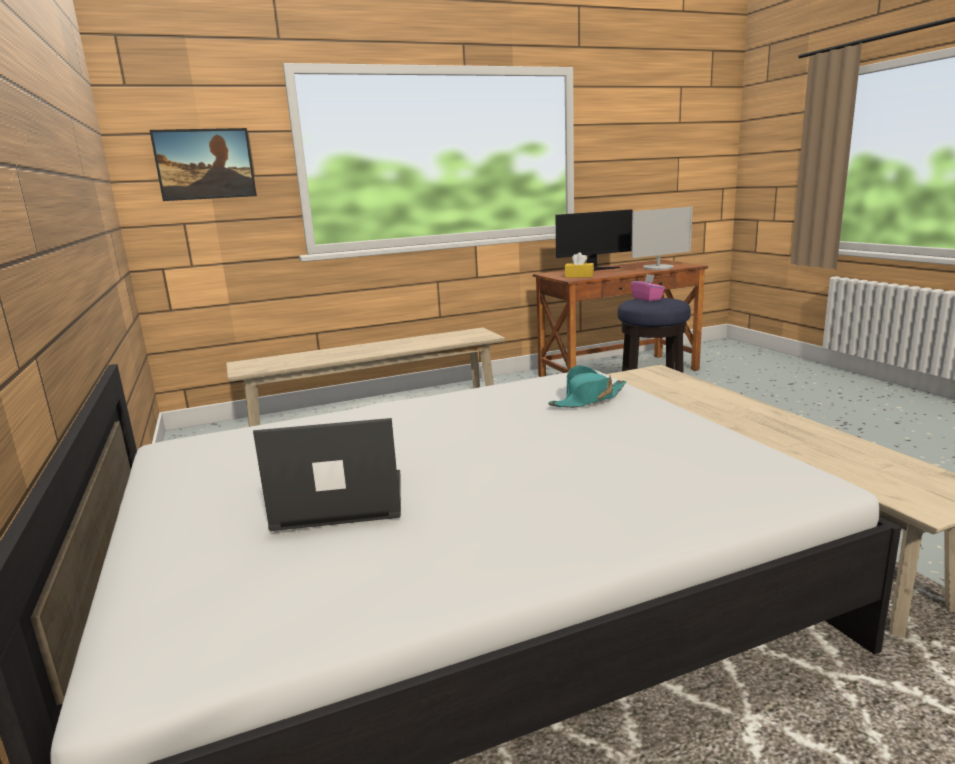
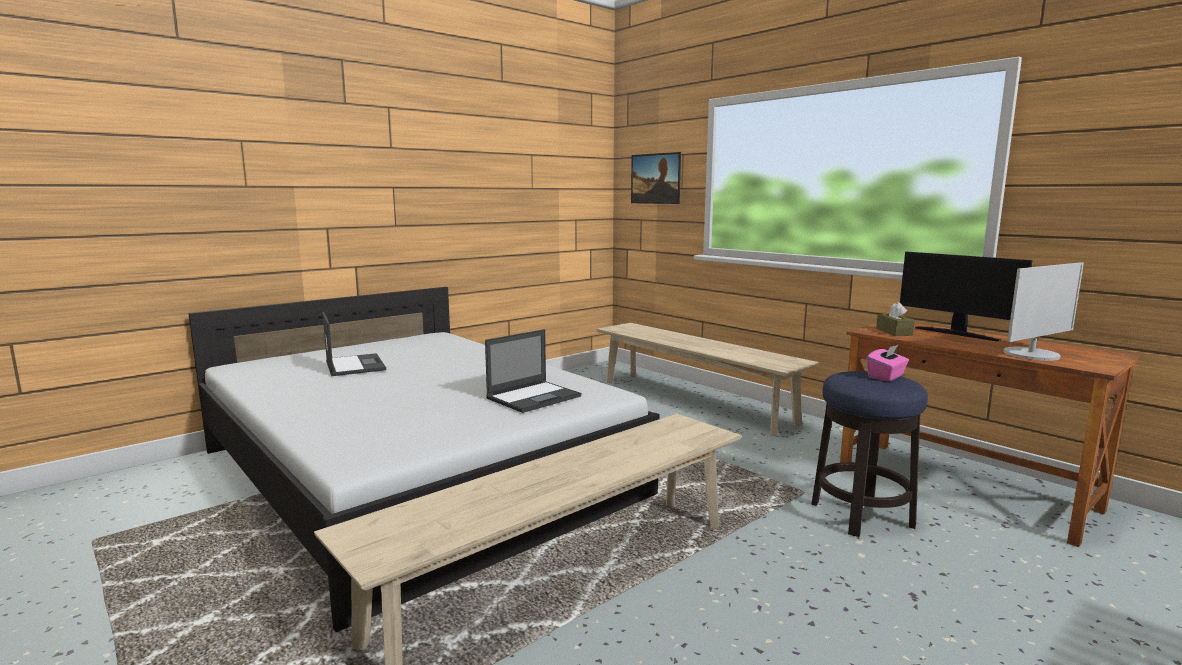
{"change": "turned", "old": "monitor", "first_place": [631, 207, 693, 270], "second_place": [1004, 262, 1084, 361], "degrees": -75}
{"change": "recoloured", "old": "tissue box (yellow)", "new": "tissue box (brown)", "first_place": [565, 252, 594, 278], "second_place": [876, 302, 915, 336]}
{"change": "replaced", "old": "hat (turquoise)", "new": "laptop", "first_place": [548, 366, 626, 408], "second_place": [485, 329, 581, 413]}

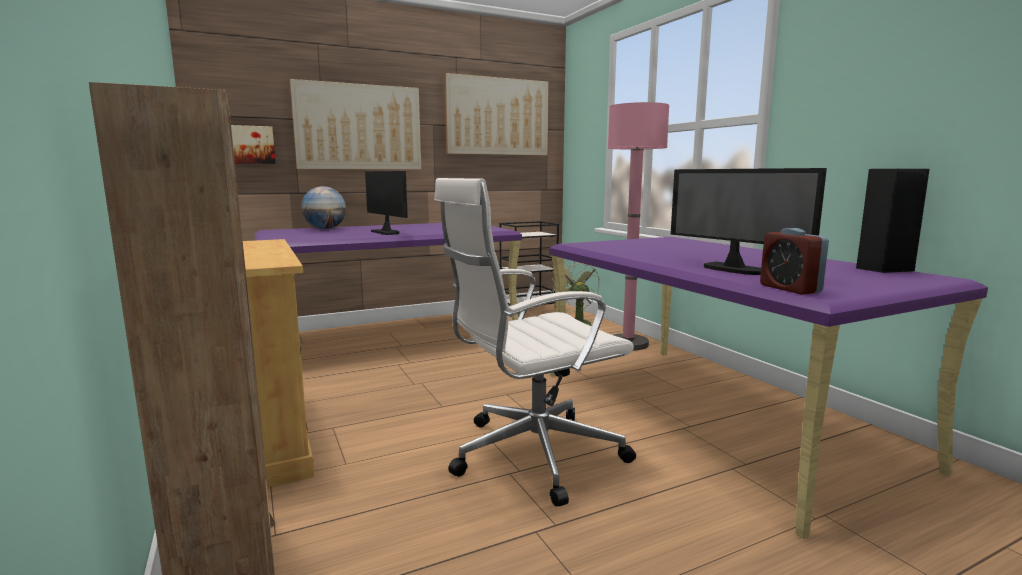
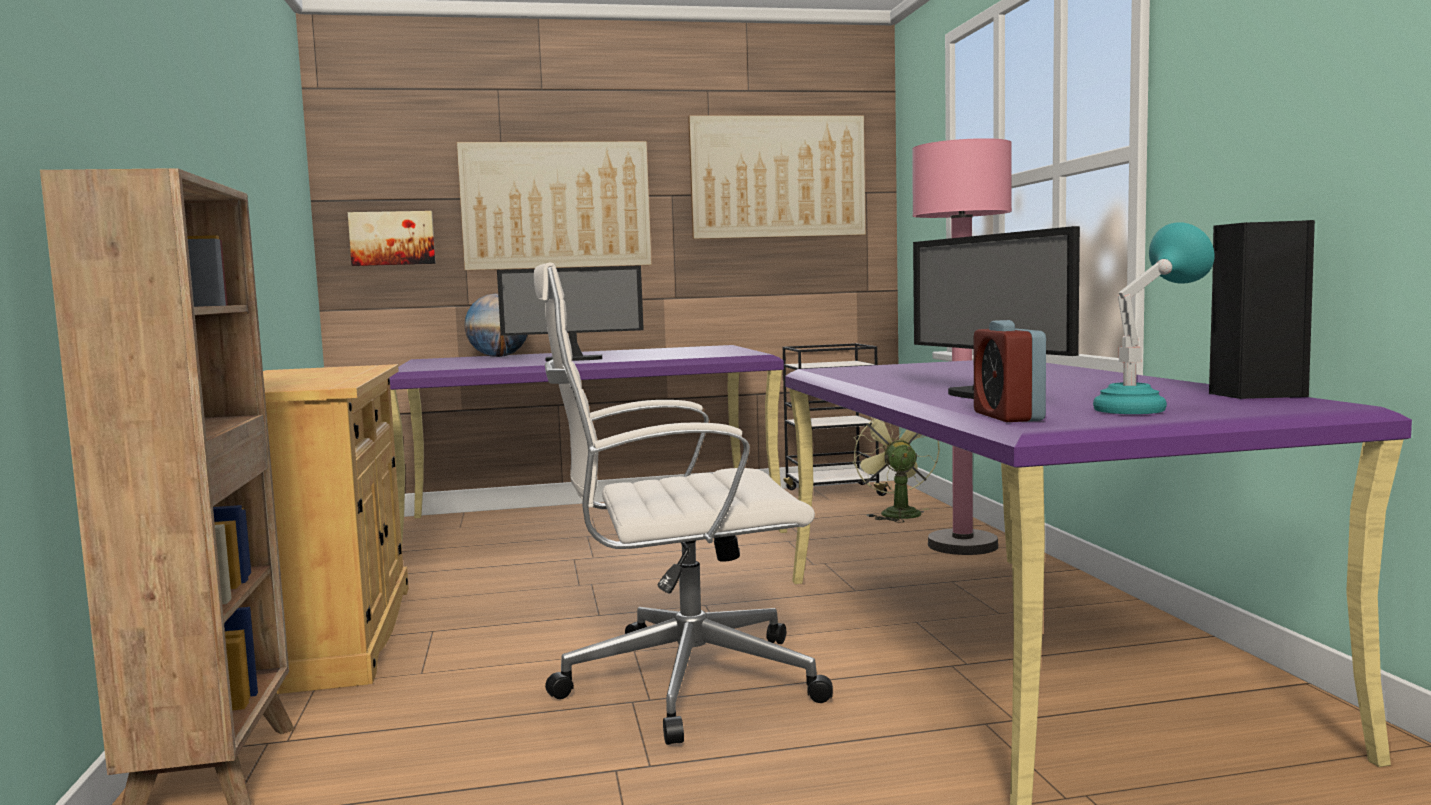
{"change": "turned", "old": "monitor", "first_place": [365, 171, 408, 235], "second_place": [497, 265, 644, 361], "degrees": 105}
{"change": "added", "new": "table lamp (turquoise)", "second_place": [1093, 222, 1215, 414]}

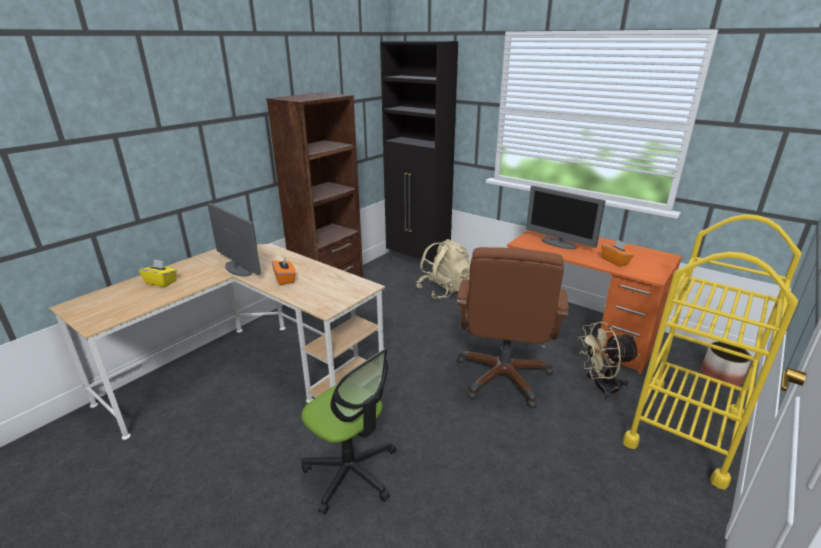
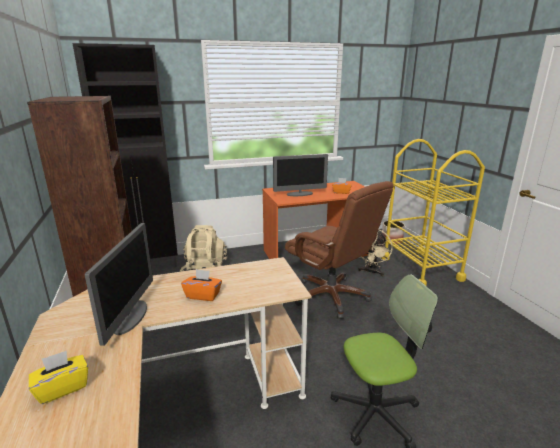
{"change": "turned", "old": "monitor", "first_place": [207, 203, 261, 276], "second_place": [85, 223, 153, 346], "degrees": 105}

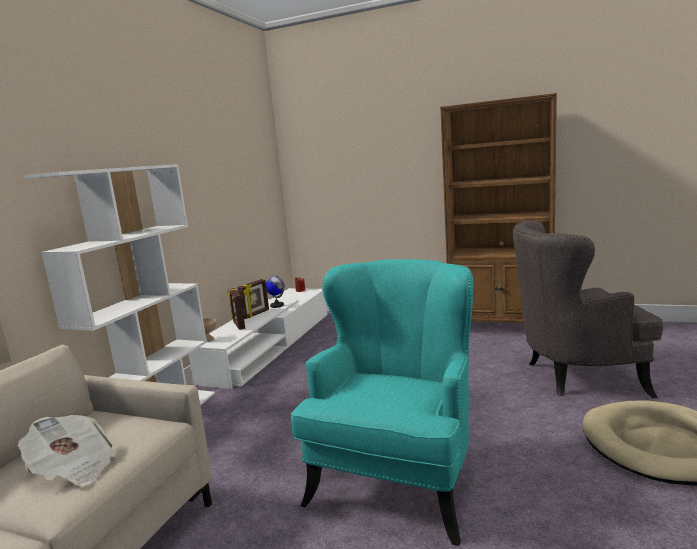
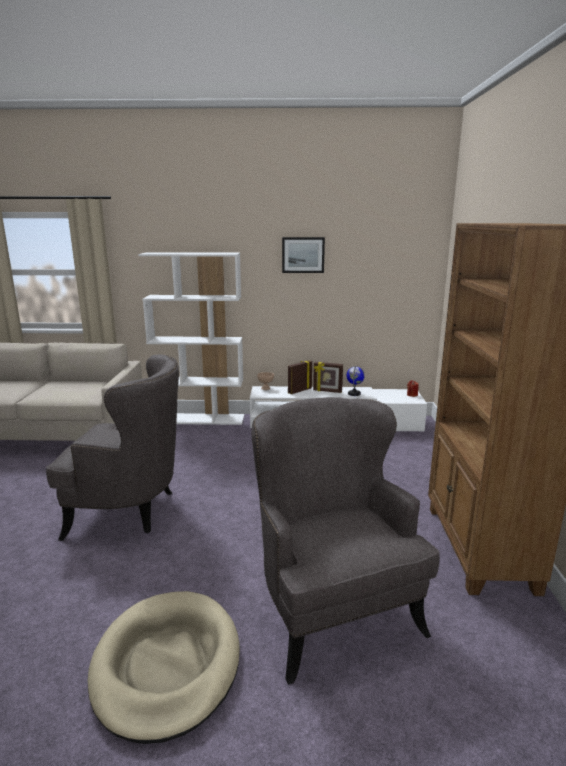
{"change": "recoloured", "old": "armchair (turquoise)", "new": "armchair (grey)", "first_place": [291, 259, 474, 546], "second_place": [46, 354, 179, 541]}
{"change": "removed", "old": "newspaper", "first_place": [18, 415, 117, 486]}
{"change": "added", "new": "picture", "second_place": [282, 237, 325, 273]}

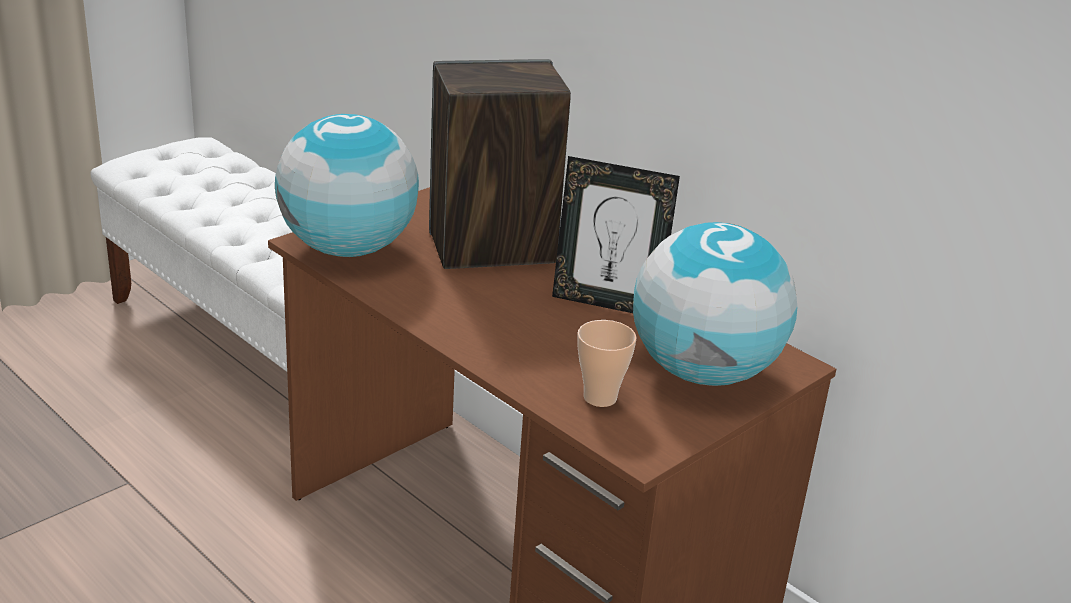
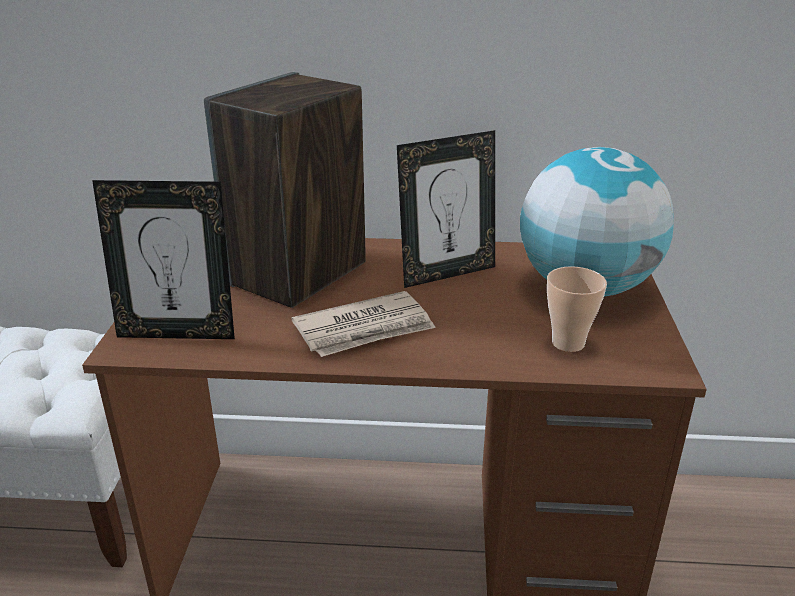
{"change": "replaced", "old": "globe", "new": "picture frame", "first_place": [275, 114, 419, 257], "second_place": [92, 180, 235, 339]}
{"change": "added", "new": "newspaper", "second_place": [292, 291, 436, 357]}

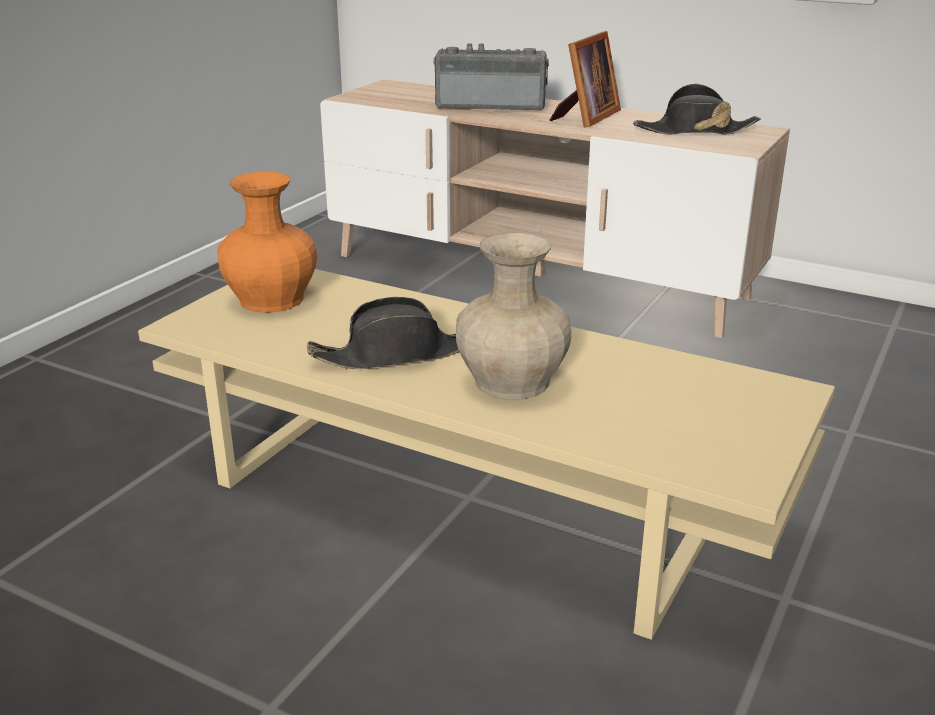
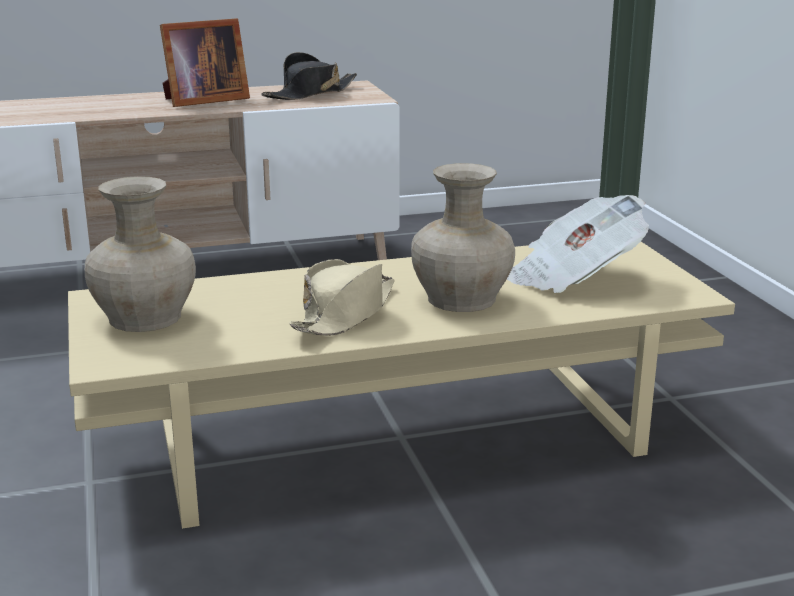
{"change": "turned", "old": "picture frame", "first_place": [549, 31, 621, 128], "second_place": [160, 18, 250, 107], "degrees": 75}
{"change": "removed", "old": "radio", "first_place": [433, 43, 549, 111]}
{"change": "recoloured", "old": "vase (orange)", "new": "vase (beige)", "first_place": [217, 171, 317, 313], "second_place": [85, 176, 196, 332]}
{"change": "recoloured", "old": "hat (black)", "new": "hat (beige)", "first_place": [307, 297, 459, 369], "second_place": [289, 259, 395, 336]}
{"change": "added", "new": "newspaper", "second_place": [507, 195, 649, 293]}

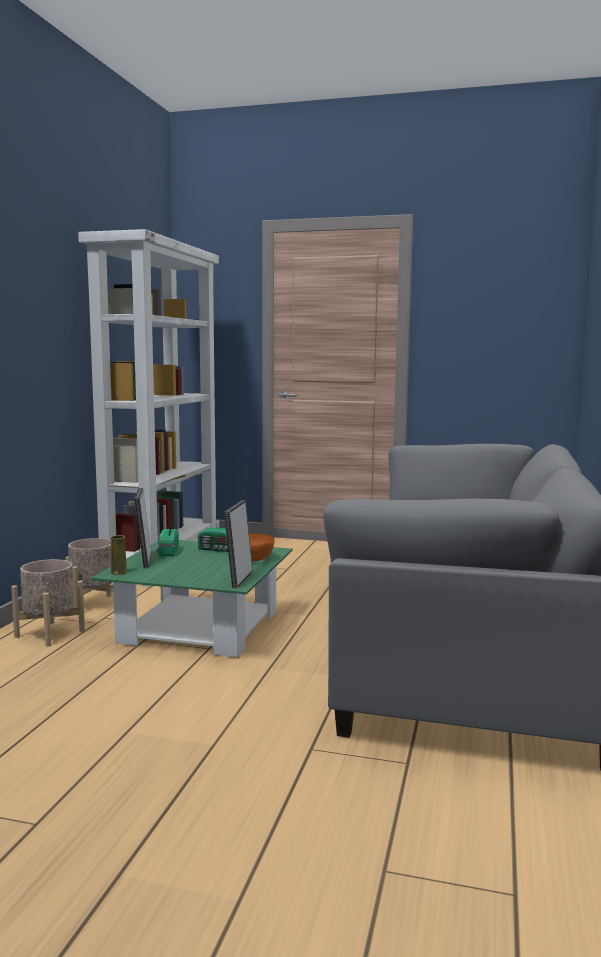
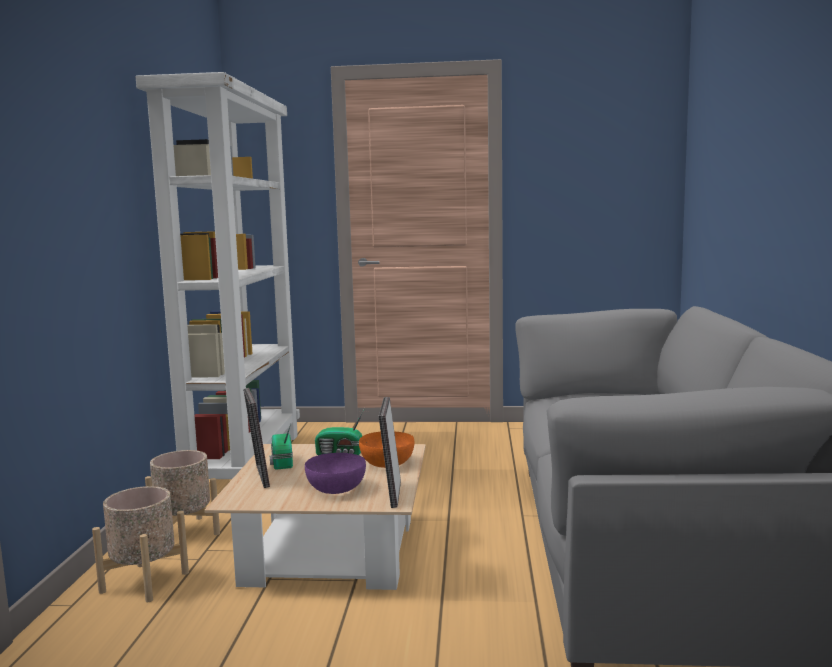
{"change": "removed", "old": "vase (yellow)", "first_place": [111, 535, 127, 575]}
{"change": "recoloured", "old": "coffee table (green)", "new": "coffee table (beige)", "first_place": [91, 540, 293, 658], "second_place": [204, 444, 426, 590]}
{"change": "added", "new": "bowl (purple)", "second_place": [305, 453, 366, 494]}

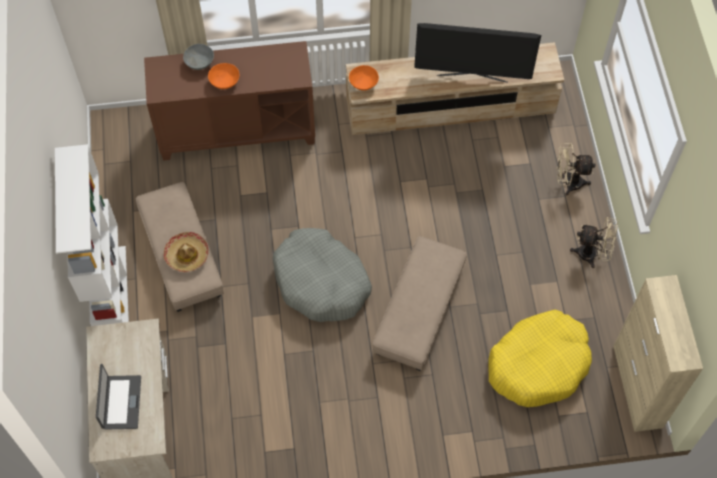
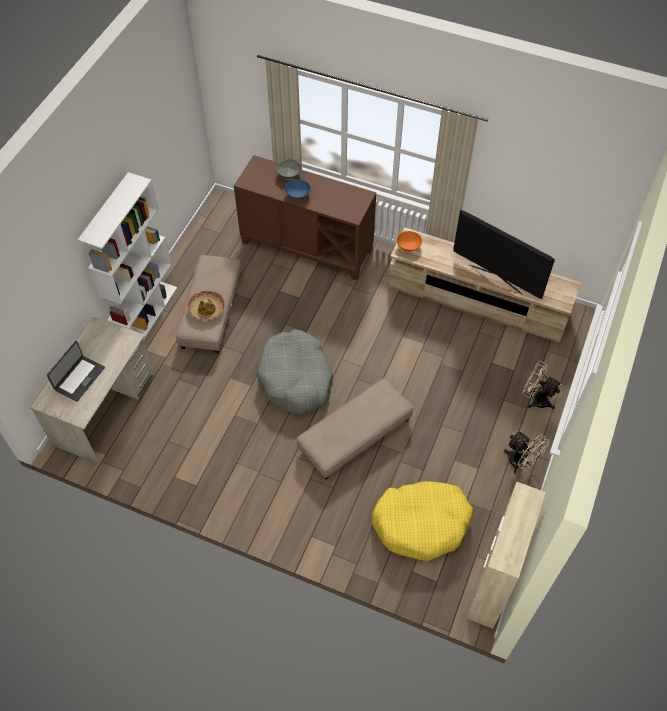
{"change": "recoloured", "old": "bowl (orange)", "new": "bowl (blue)", "first_place": [208, 63, 240, 89], "second_place": [285, 179, 311, 200]}

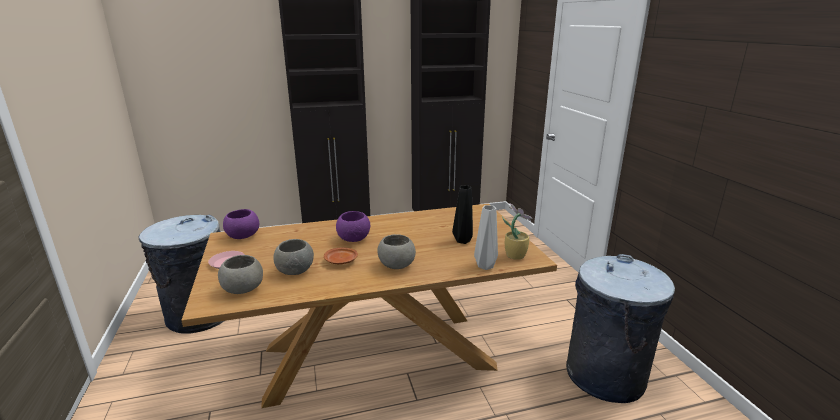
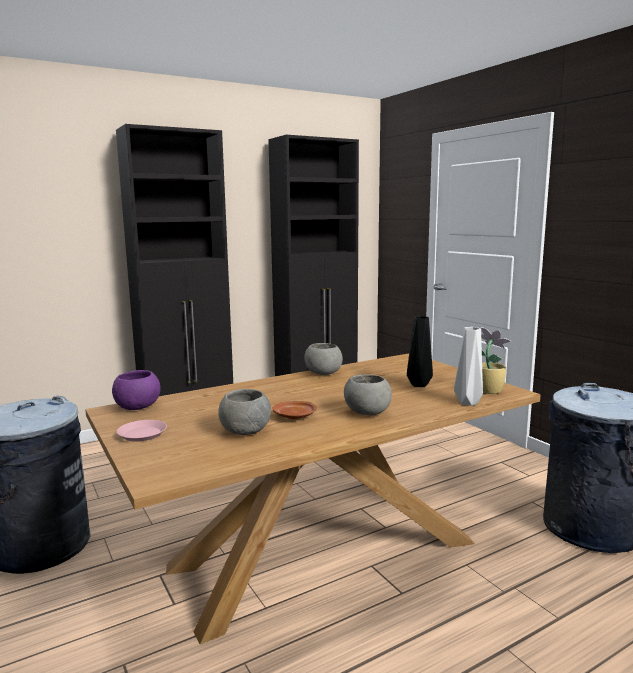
{"change": "removed", "old": "bowl (purple)", "first_place": [336, 211, 370, 242]}
{"change": "moved", "old": "bowl (grey)", "first_place": [218, 255, 263, 294], "second_place": [304, 343, 343, 375]}

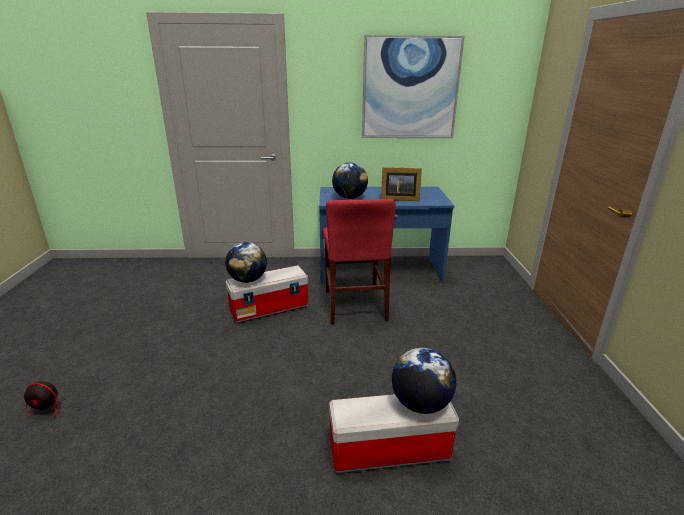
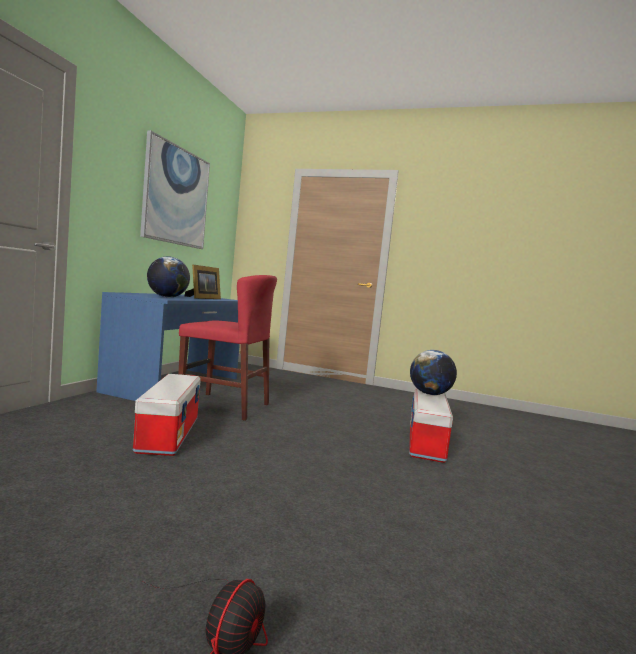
{"change": "removed", "old": "globe", "first_place": [225, 242, 267, 283]}

